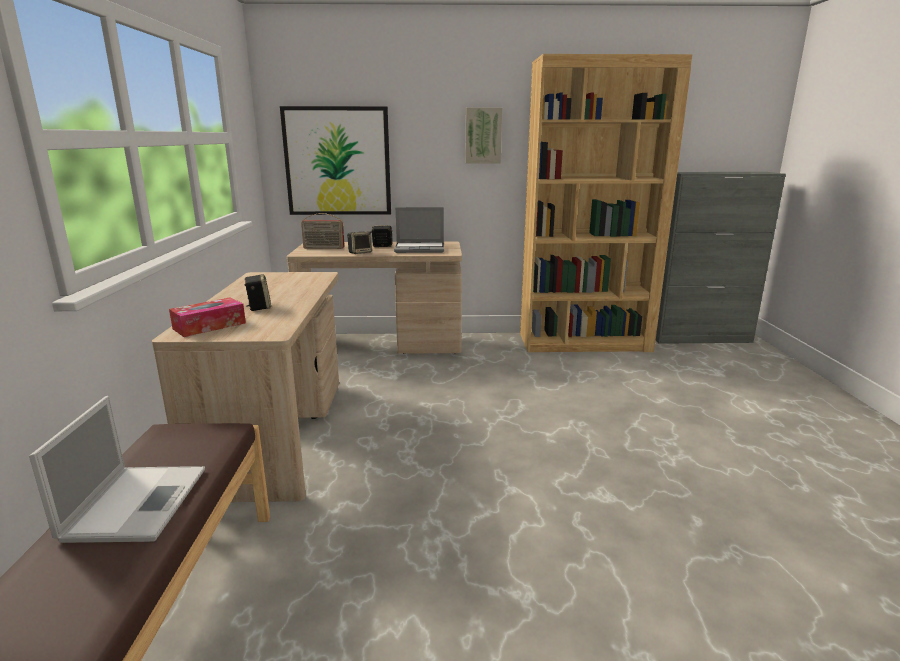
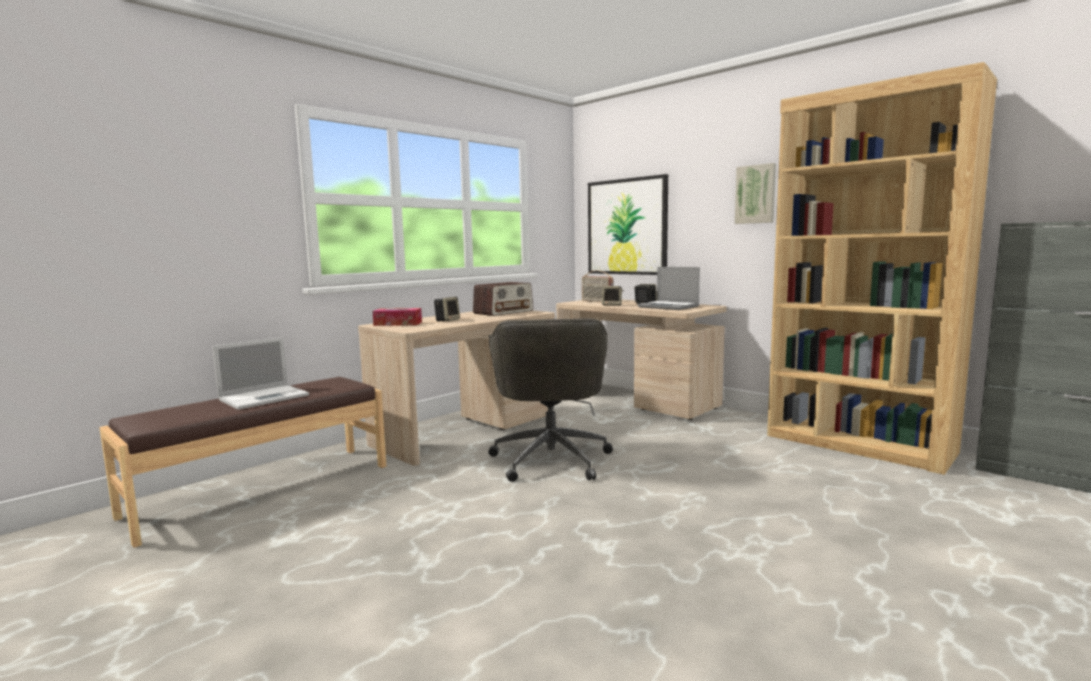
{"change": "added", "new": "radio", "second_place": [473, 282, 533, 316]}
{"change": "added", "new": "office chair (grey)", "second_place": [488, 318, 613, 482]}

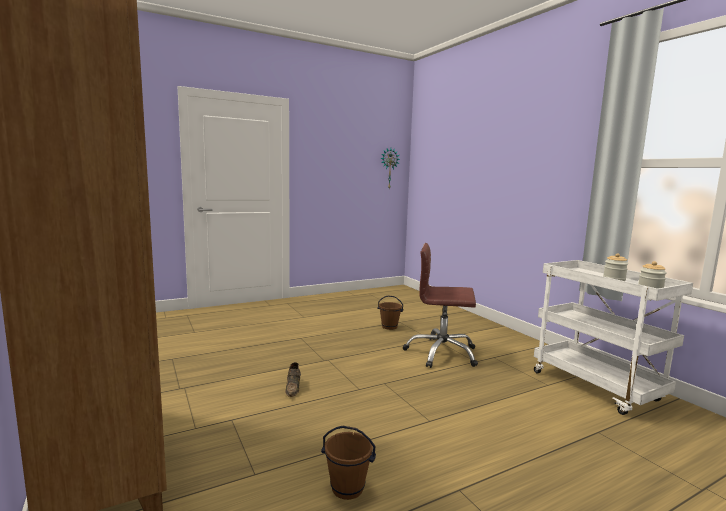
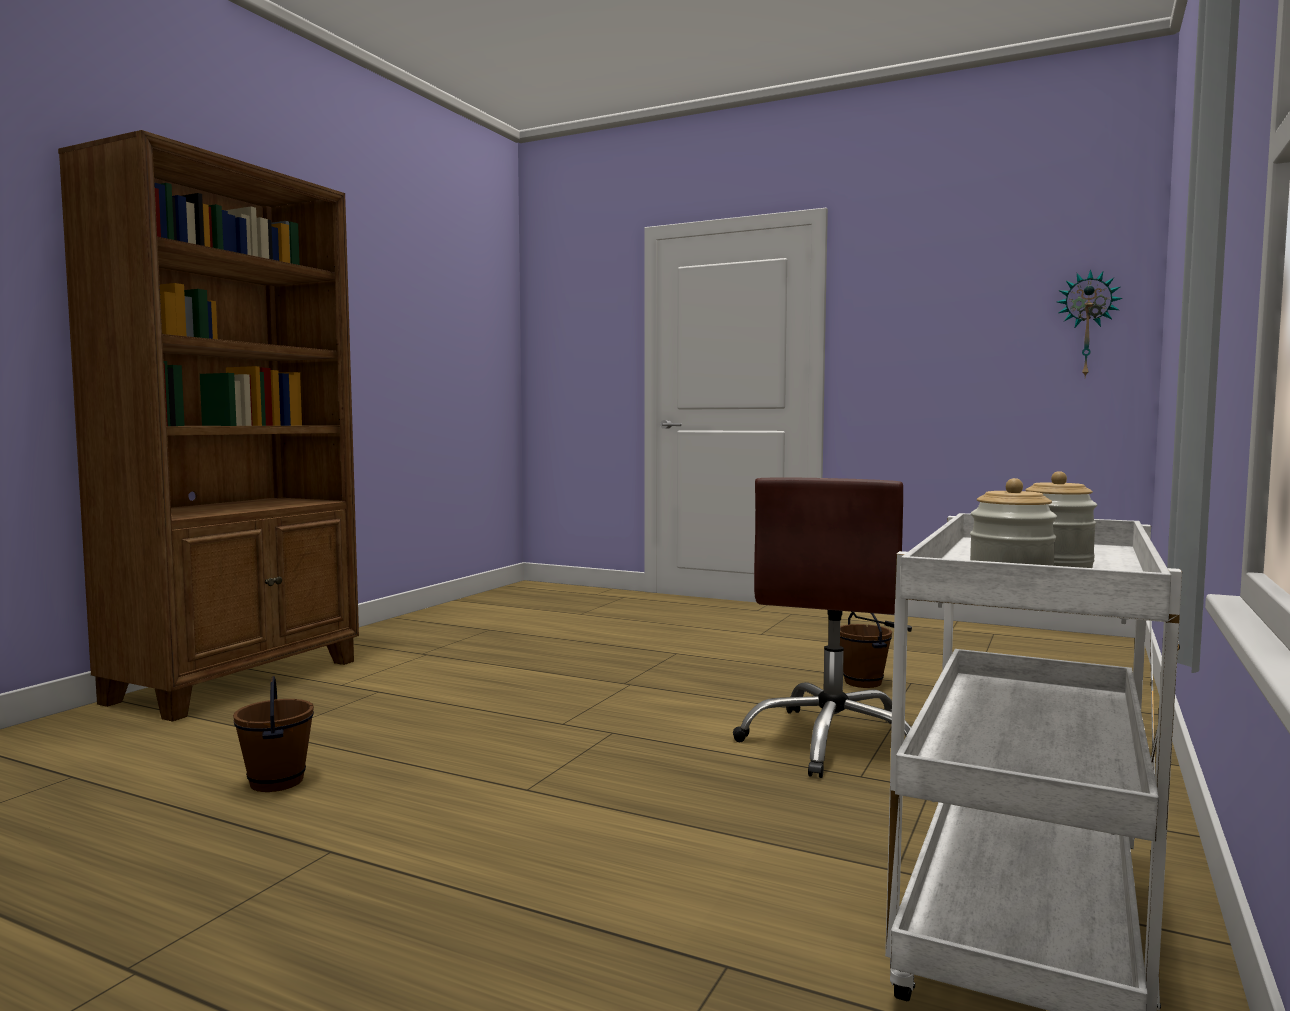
{"change": "turned", "old": "office chair (brown)", "first_place": [403, 243, 478, 368], "second_place": [733, 478, 912, 778], "degrees": -135}
{"change": "removed", "old": "shoe (brown)", "first_place": [285, 362, 301, 397]}

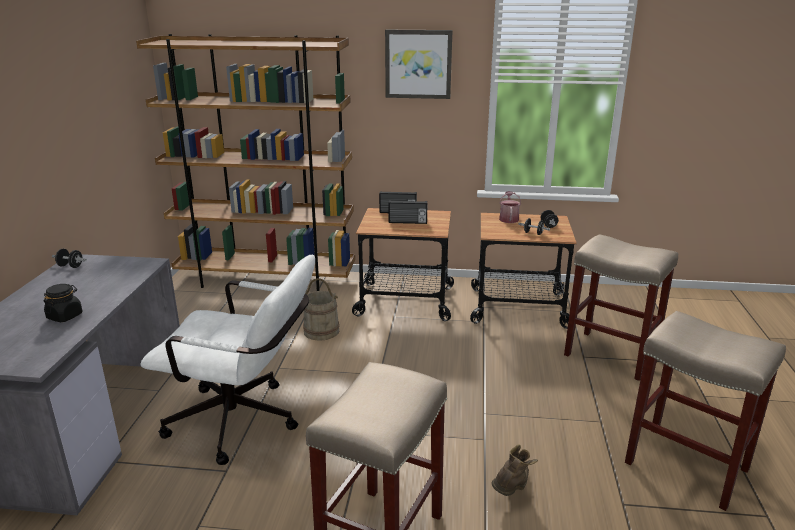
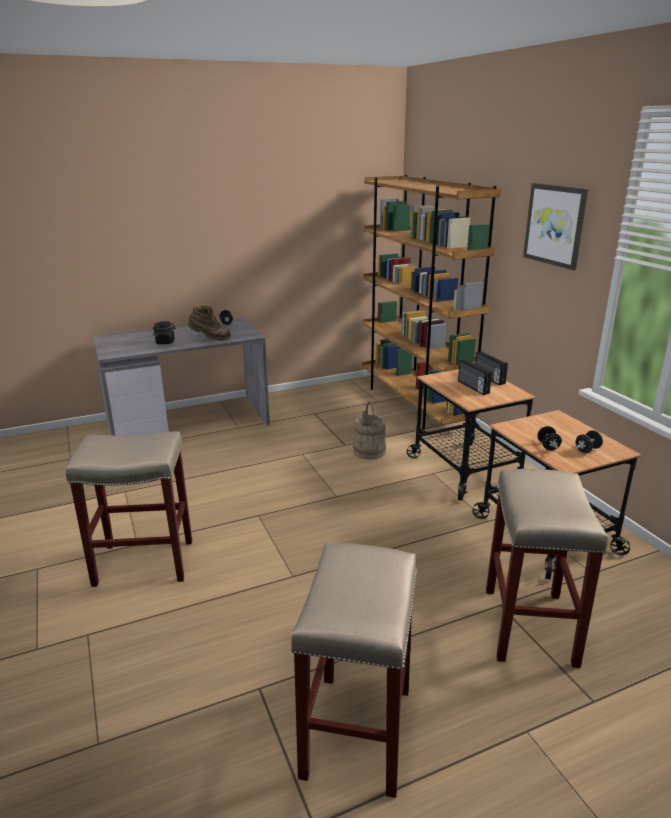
{"change": "removed", "old": "watering can", "first_place": [499, 191, 521, 223]}
{"change": "removed", "old": "office chair (white)", "first_place": [140, 254, 315, 465]}
{"change": "moved", "old": "boot (brown)", "first_place": [491, 445, 538, 496], "second_place": [188, 305, 231, 340]}

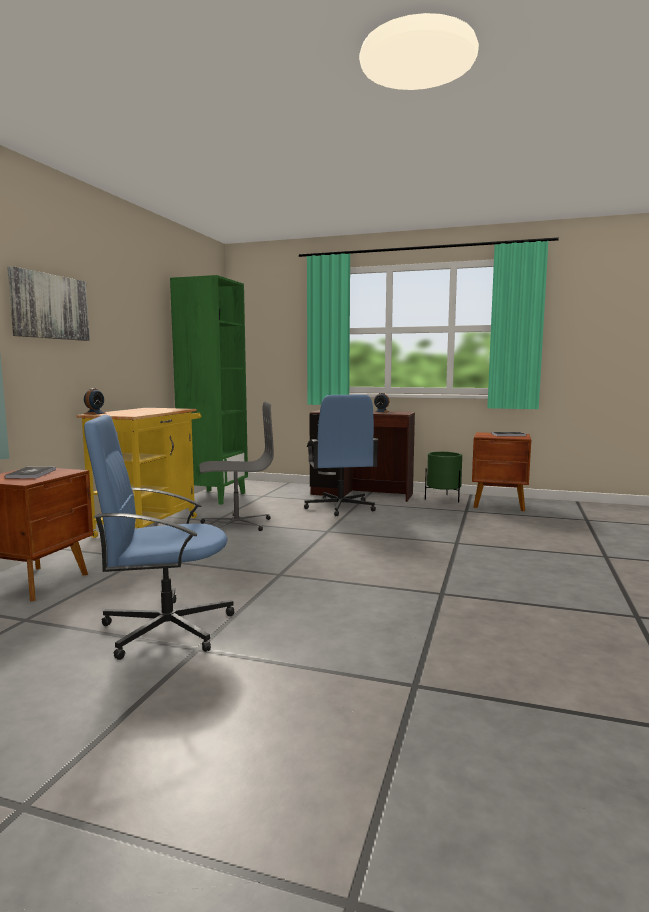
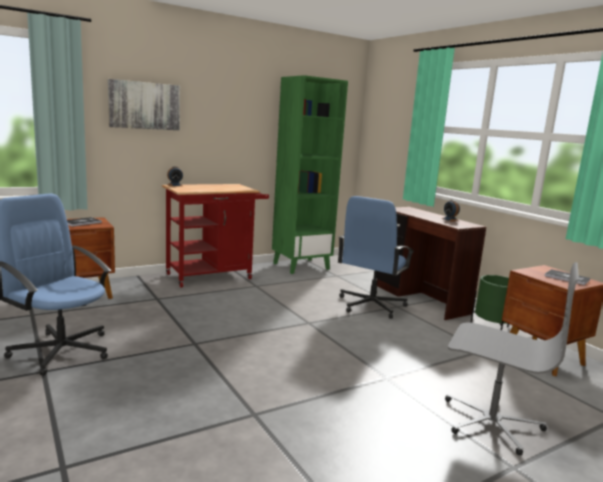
{"change": "moved", "old": "office chair (grey)", "first_place": [199, 401, 274, 531], "second_place": [445, 262, 579, 455]}
{"change": "recoloured", "old": "cart (yellow)", "new": "cart (red)", "first_place": [77, 408, 201, 538], "second_place": [162, 184, 269, 288]}

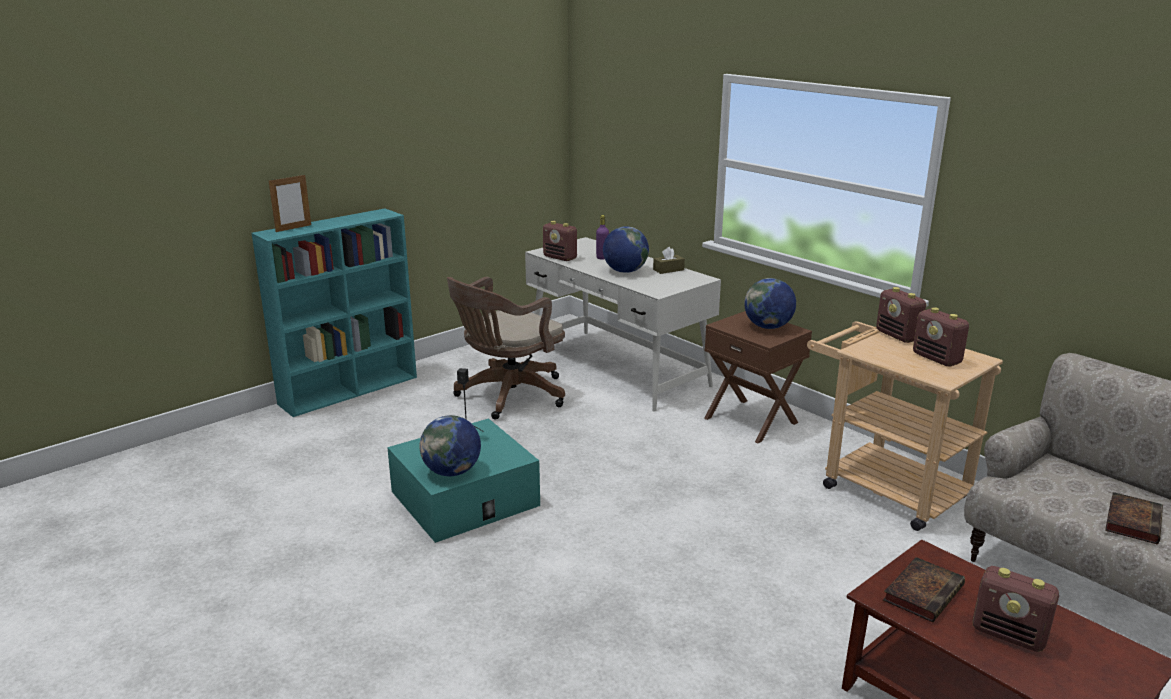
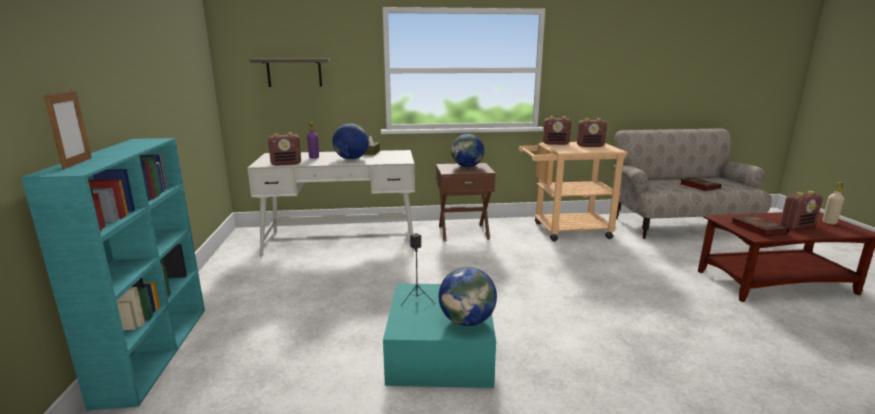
{"change": "removed", "old": "office chair (brown)", "first_place": [447, 277, 565, 419]}
{"change": "added", "new": "shelf", "second_place": [249, 59, 331, 87]}
{"change": "added", "new": "bottle (beige)", "second_place": [823, 182, 844, 224]}

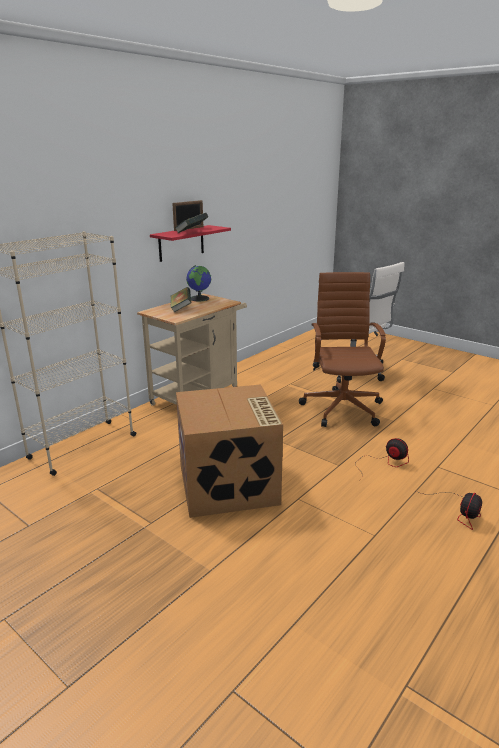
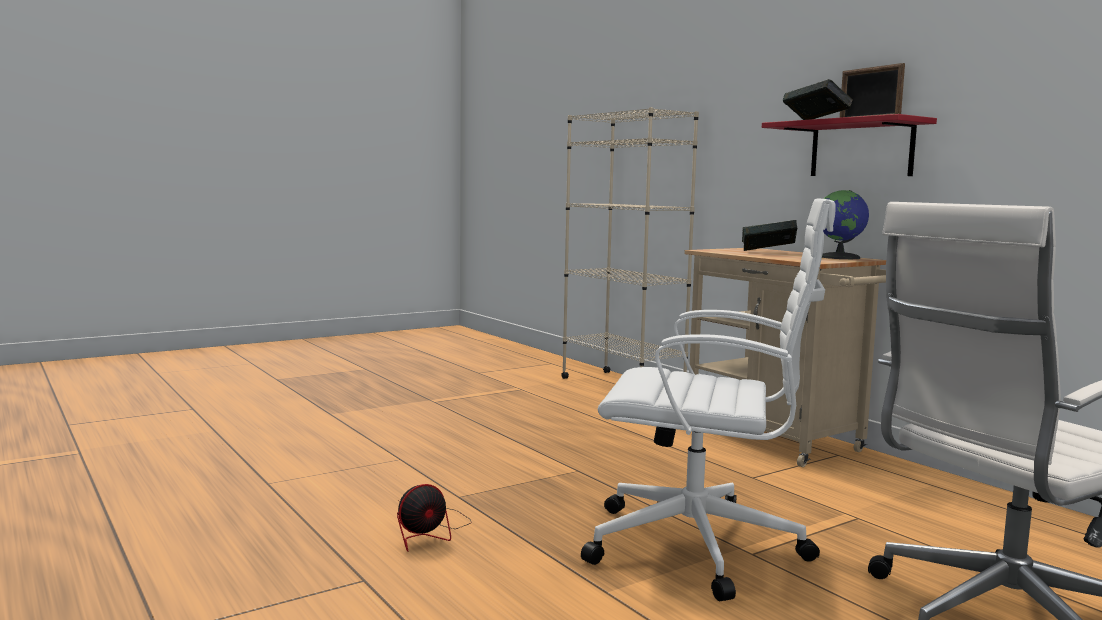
{"change": "recoloured", "old": "office chair (brown)", "new": "office chair (white)", "first_place": [299, 272, 386, 427], "second_place": [581, 198, 836, 601]}
{"change": "removed", "old": "cardboard box", "first_place": [176, 384, 283, 518]}
{"change": "removed", "old": "fan", "first_place": [416, 491, 482, 530]}

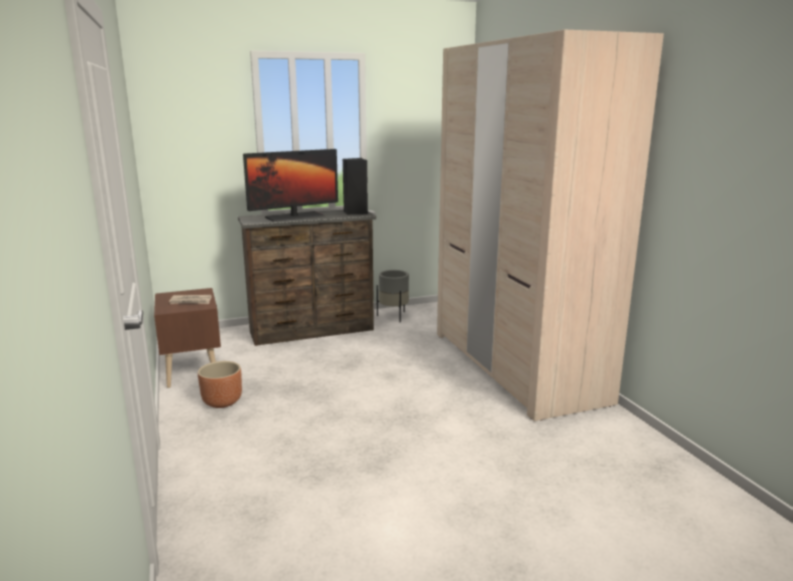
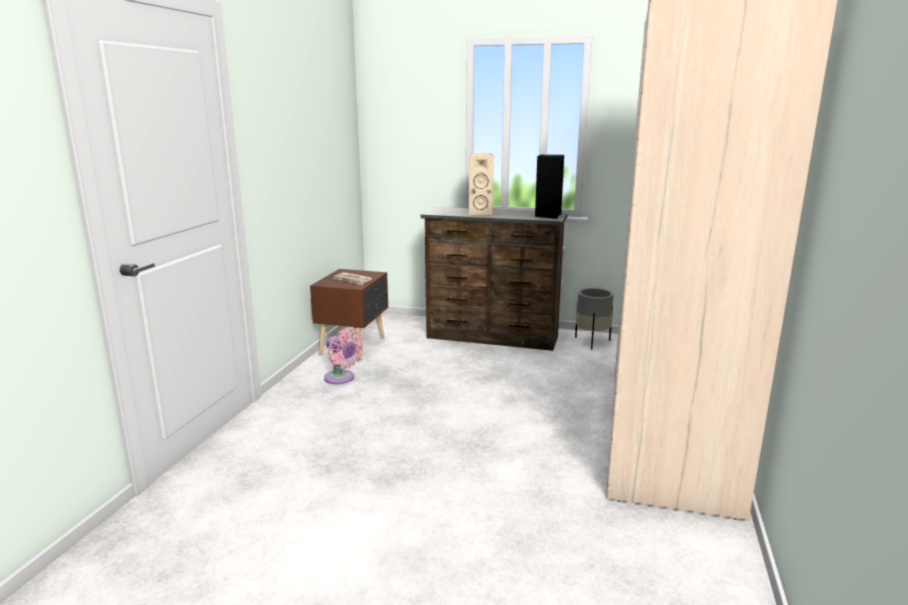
{"change": "replaced", "old": "monitor", "new": "speaker (beige)", "first_place": [243, 149, 338, 222], "second_place": [469, 153, 494, 215]}
{"change": "replaced", "old": "planter (brown)", "new": "fan (pink)", "first_place": [198, 361, 242, 408], "second_place": [324, 328, 363, 384]}

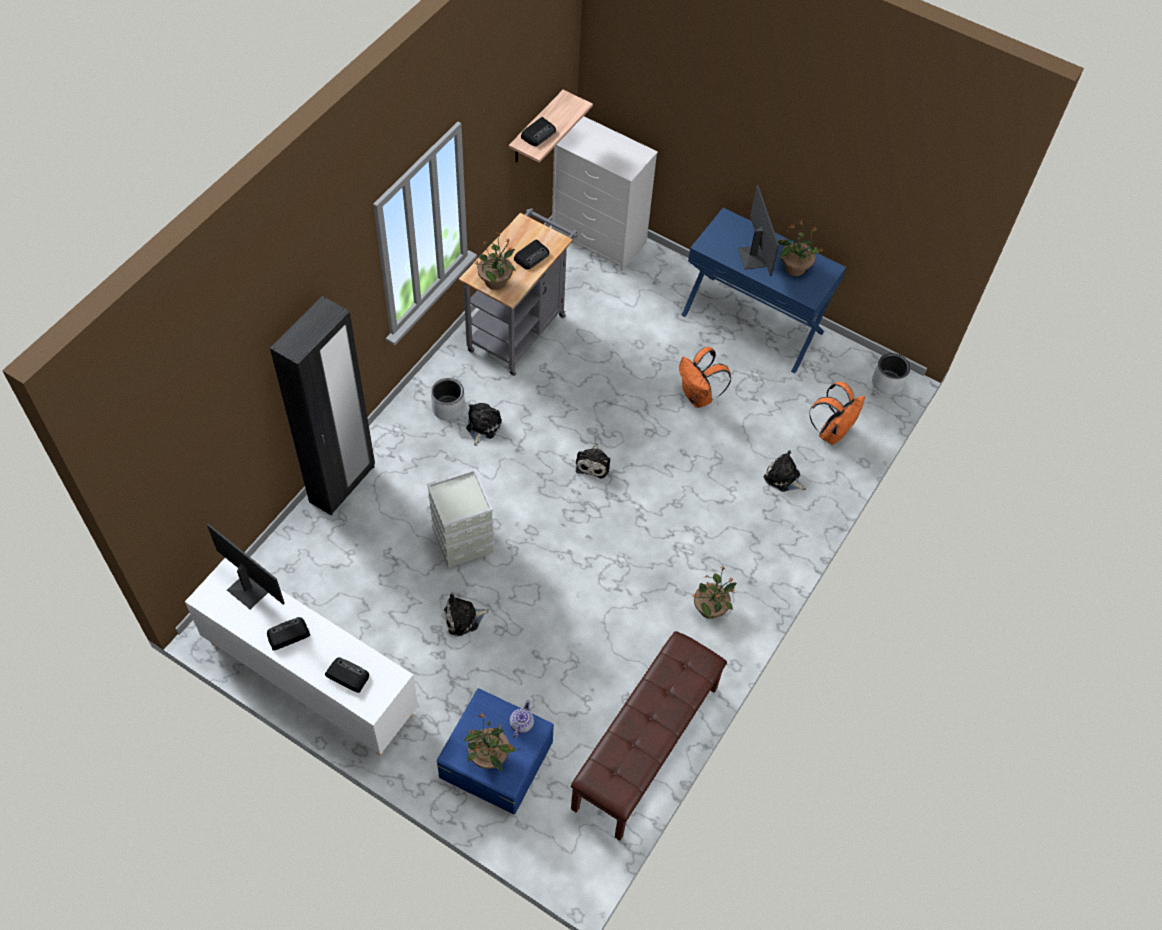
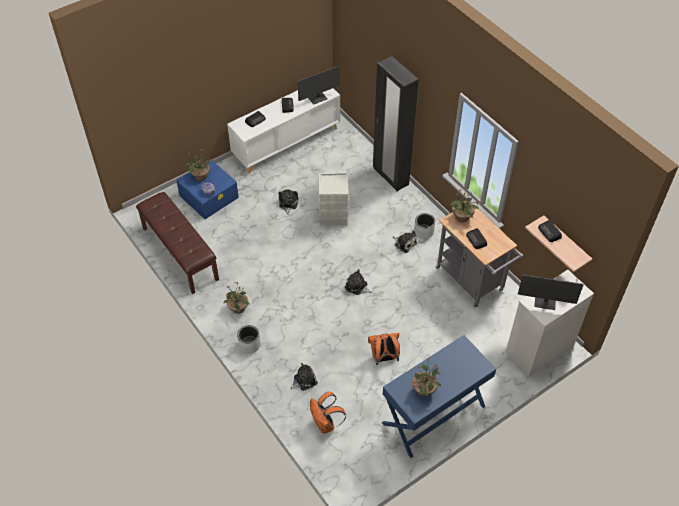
{"change": "moved", "old": "monitor", "first_place": [738, 185, 779, 276], "second_place": [518, 275, 584, 310]}
{"change": "moved", "old": "planter (grey)", "first_place": [872, 353, 910, 395], "second_place": [237, 325, 261, 353]}

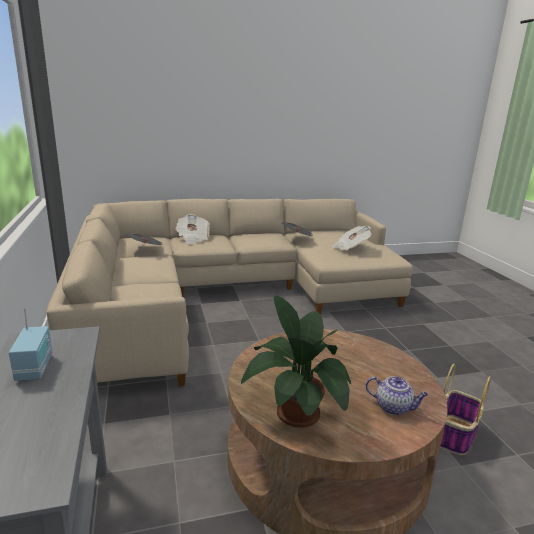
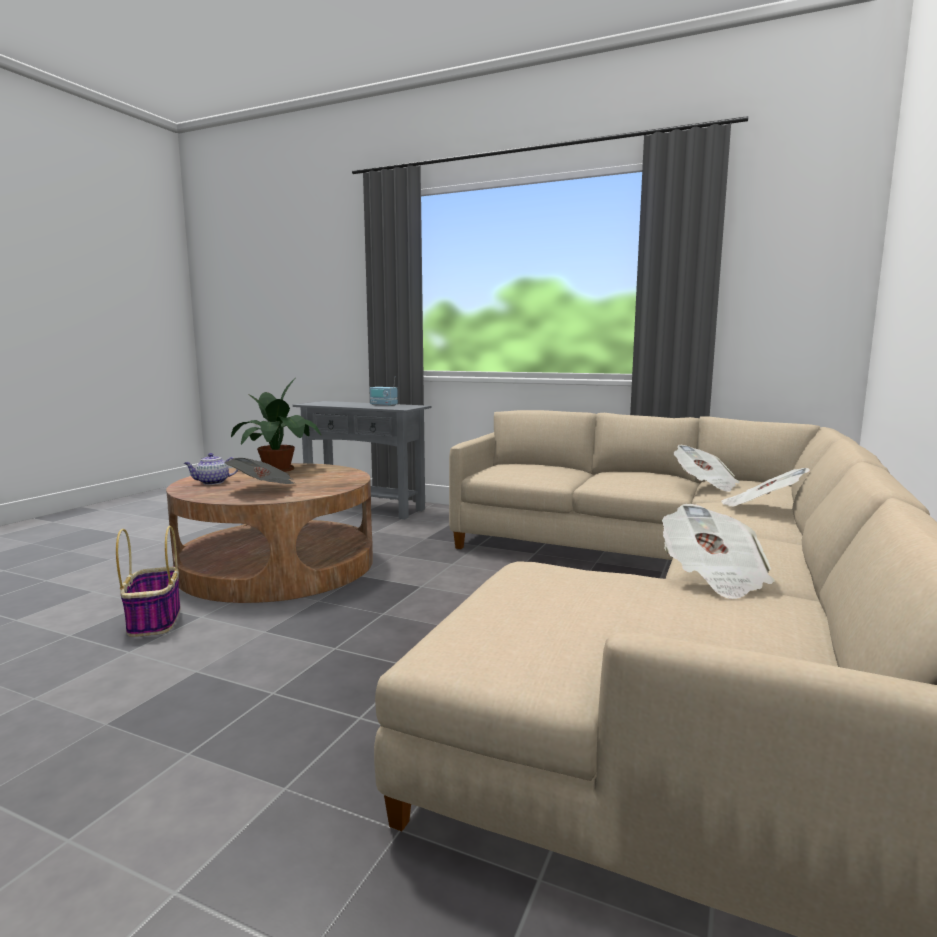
{"change": "moved", "old": "newspaper", "first_place": [332, 226, 371, 250], "second_place": [225, 458, 295, 484]}

